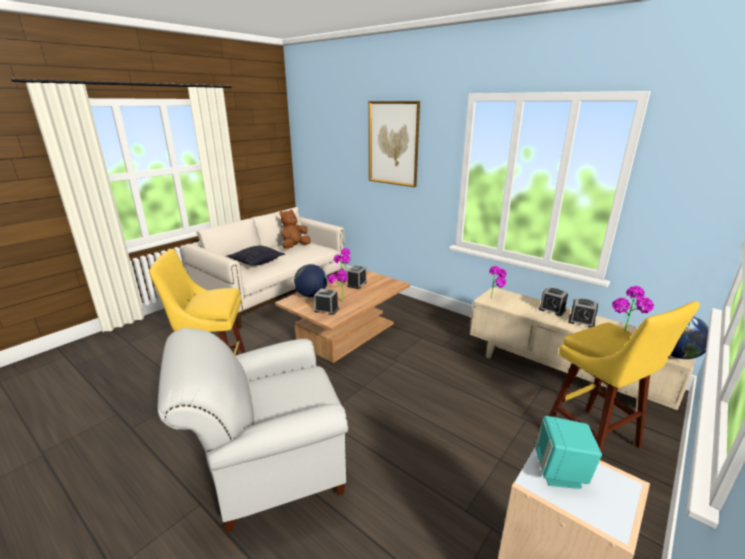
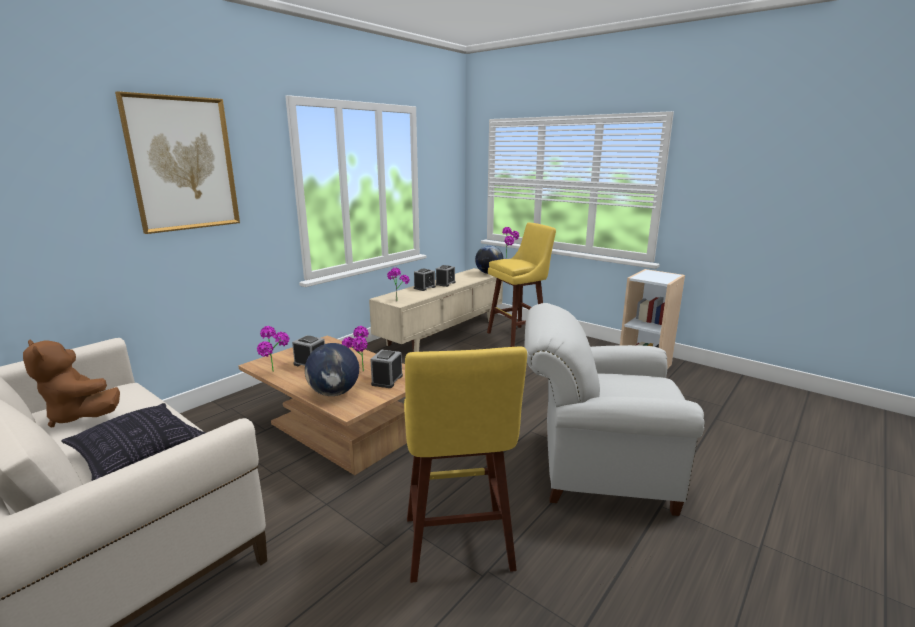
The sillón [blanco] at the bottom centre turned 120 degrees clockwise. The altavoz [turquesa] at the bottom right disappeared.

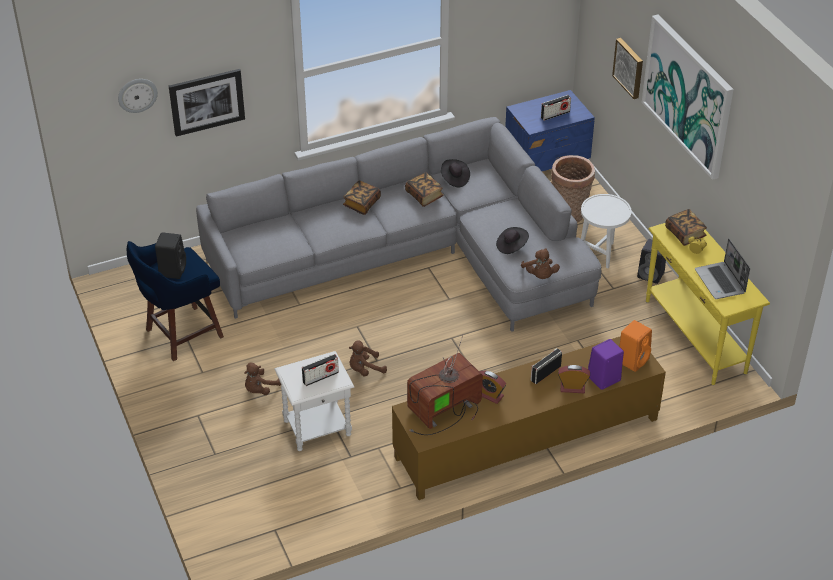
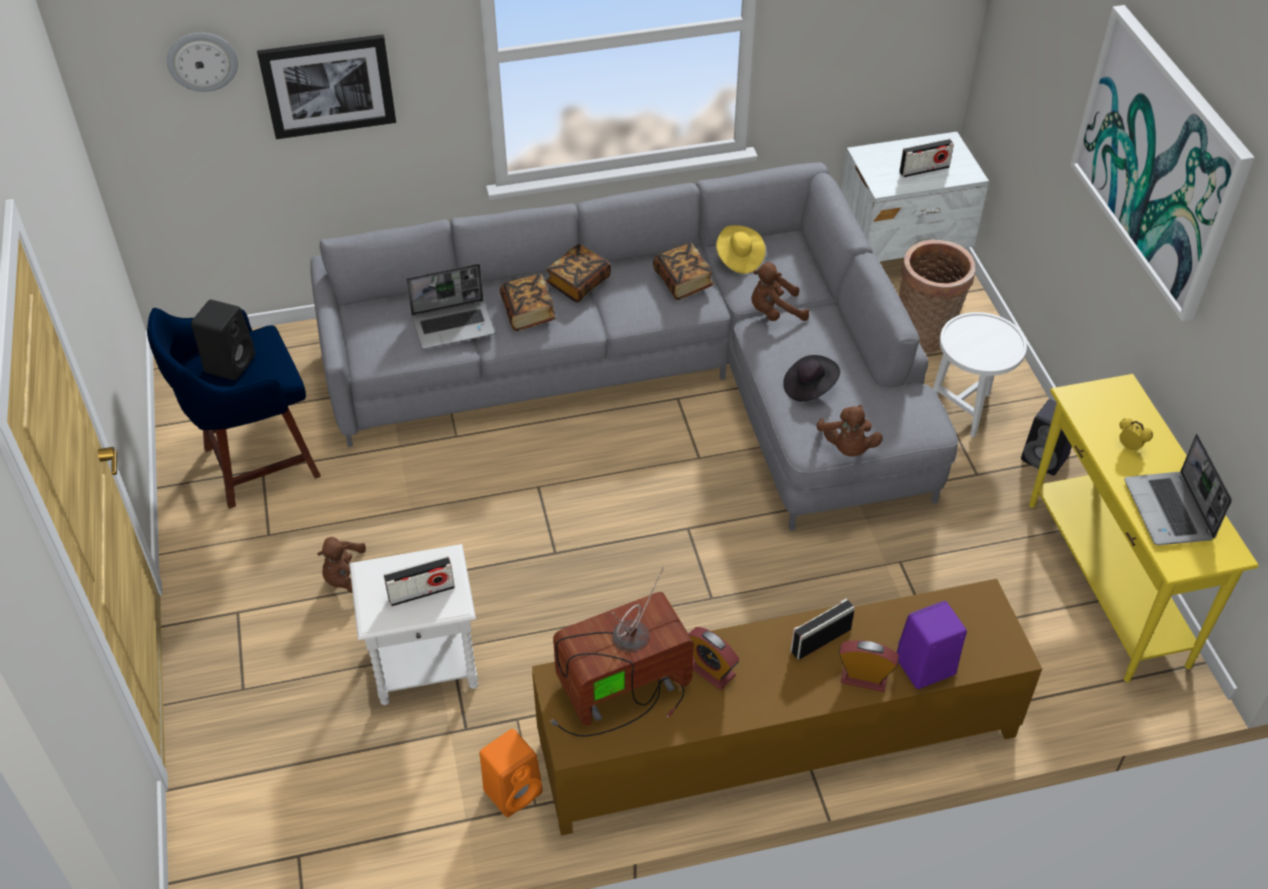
The peluche [marrón] (2nd from left) moved from the centre to the top centre. The sombrero [negro] (1st from left) at the top centre became the sombrero [amarillo] at the top centre. The mesita de noche [azul] at the top centre became the mesita de noche [blanco] at the top right. The cuadro (2nd from left) at the top right disappeared. The altavoz [naranja] moved from the middle right to the bottom centre. The libro (3rd from left in the first image) moved from the middle right to the centre. The portátil (1st from left) at the centre appeared.

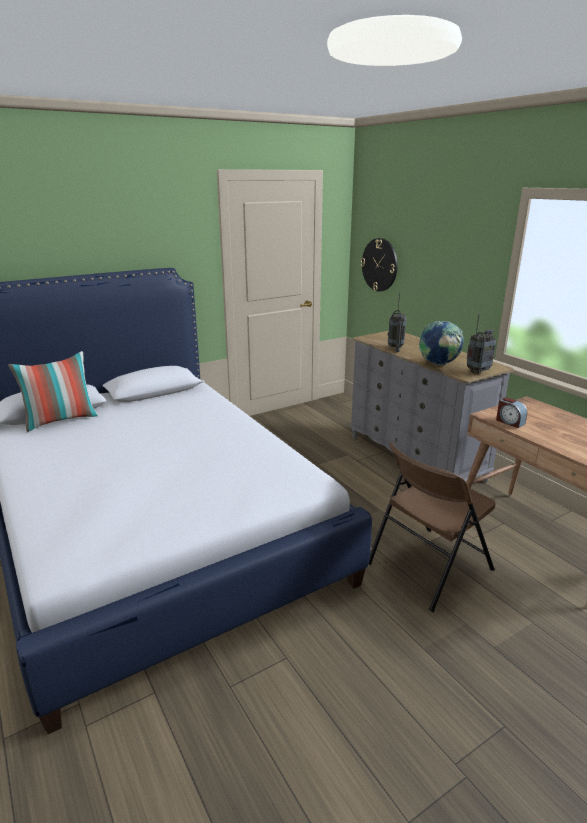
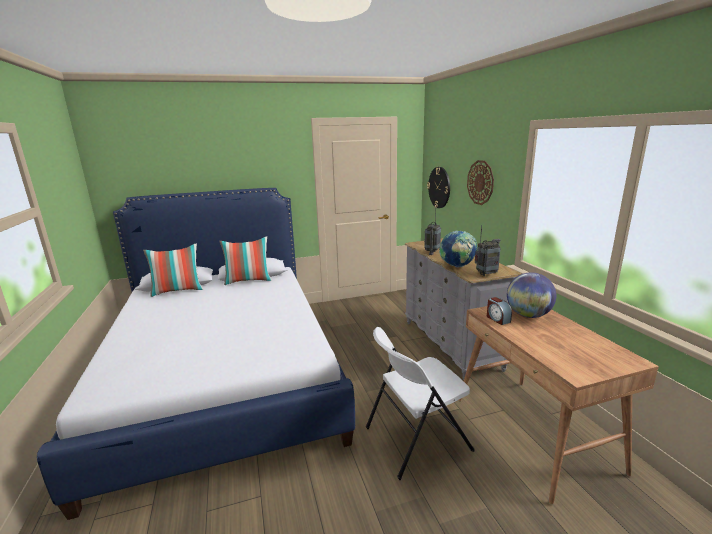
The silla [marrón] at the middle right became the silla [blanco] at the bottom centre. The cojín (2nd from left) at the centre appeared. The reloj de pared (2nd from left) at the middle right appeared. The globo terráqueo (2nd from left) at the middle right appeared.

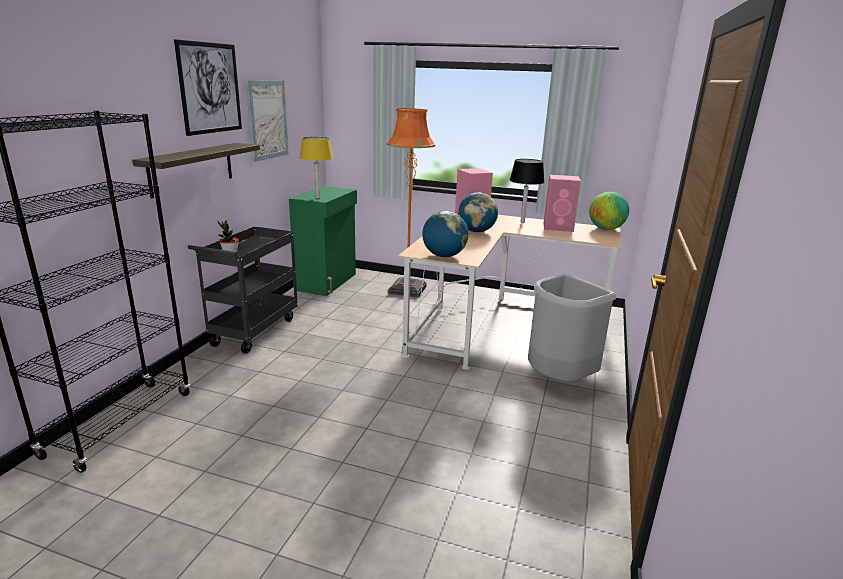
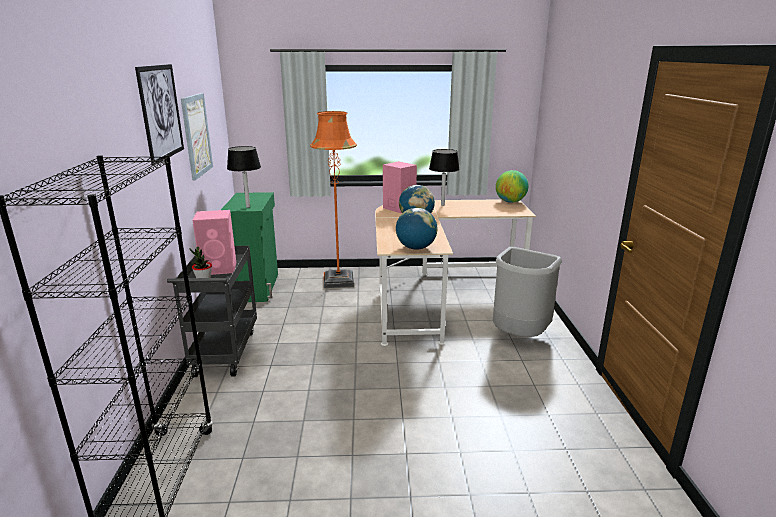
The estante at the top left disappeared. The lámpara de mesa [amarillo] at the top centre became the lámpara de mesa [negro] (1st from left) at the middle left. The altavoz [rosa] (2nd from left in the first image) moved from the middle right to the middle left.

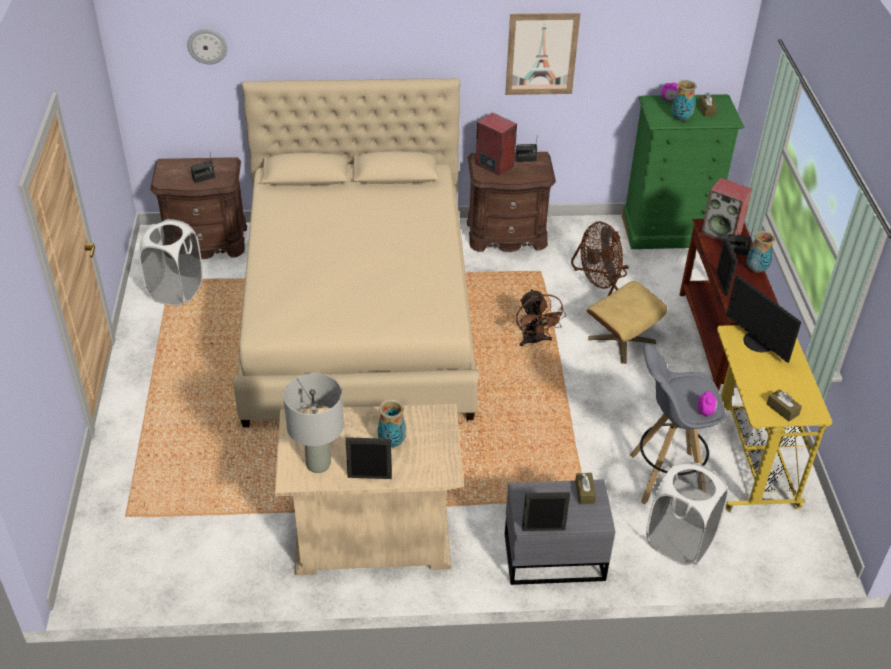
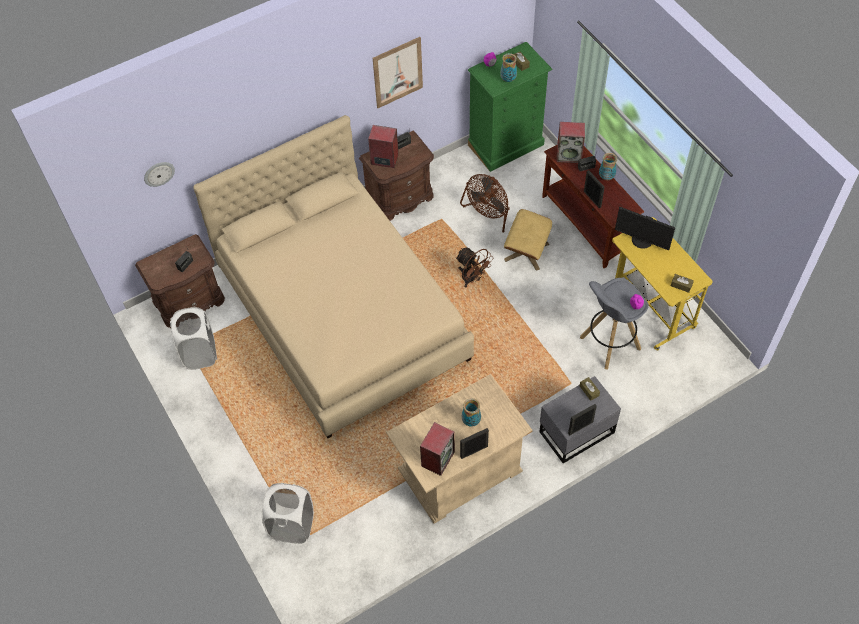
The lámpara de mesa [gris] at the centre was replaced by the altavoz (2nd from left) at the bottom centre. The cesto de la ropa [blanco] (2nd from left) moved from the bottom right to the bottom centre.

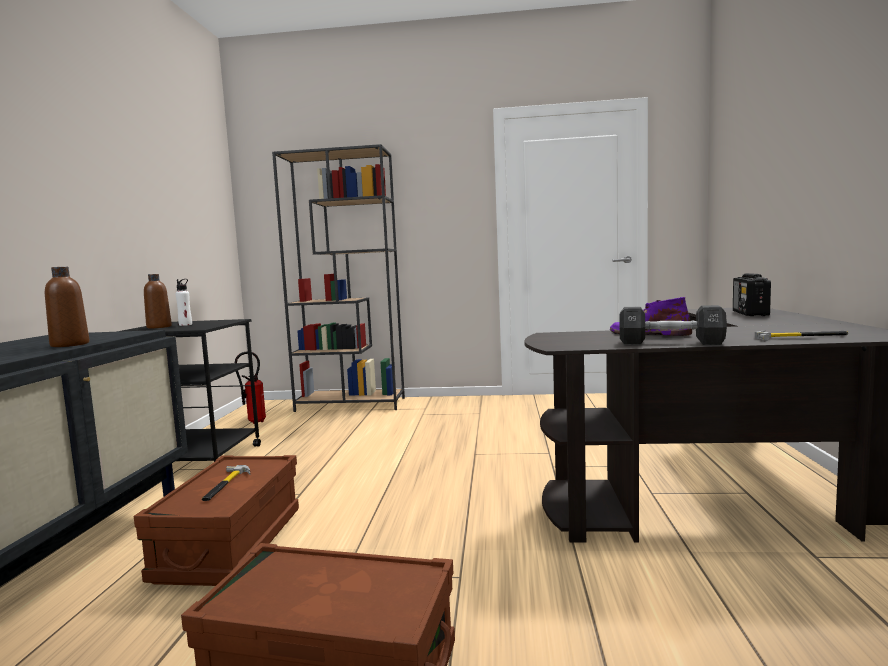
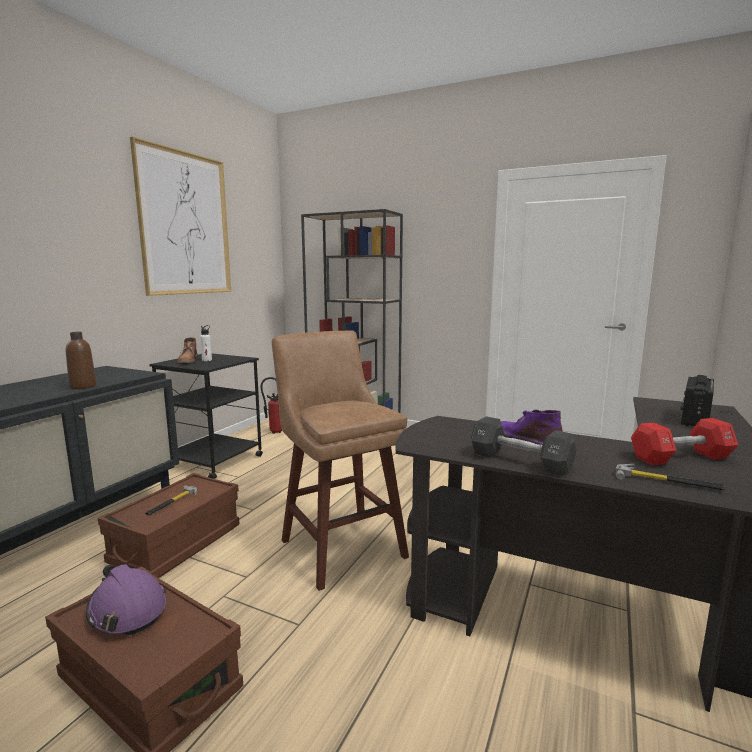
The botella [marrón] (2nd from left) at the middle left was replaced by the bota [marrón] at the middle left. The casco [morado] at the bottom left appeared. The cuadro at the top left appeared. The taburete [marrón] at the centre appeared. The mancuerna [rojo] at the middle right appeared.

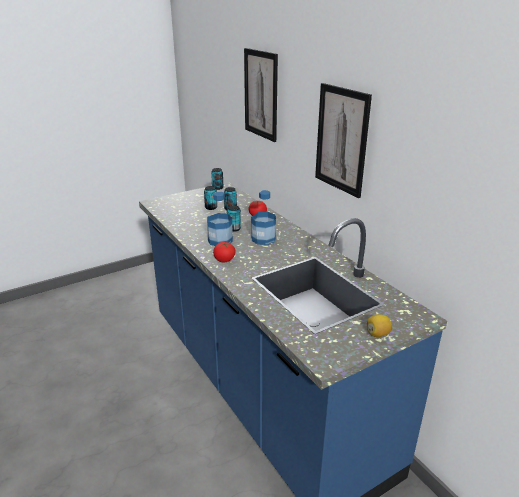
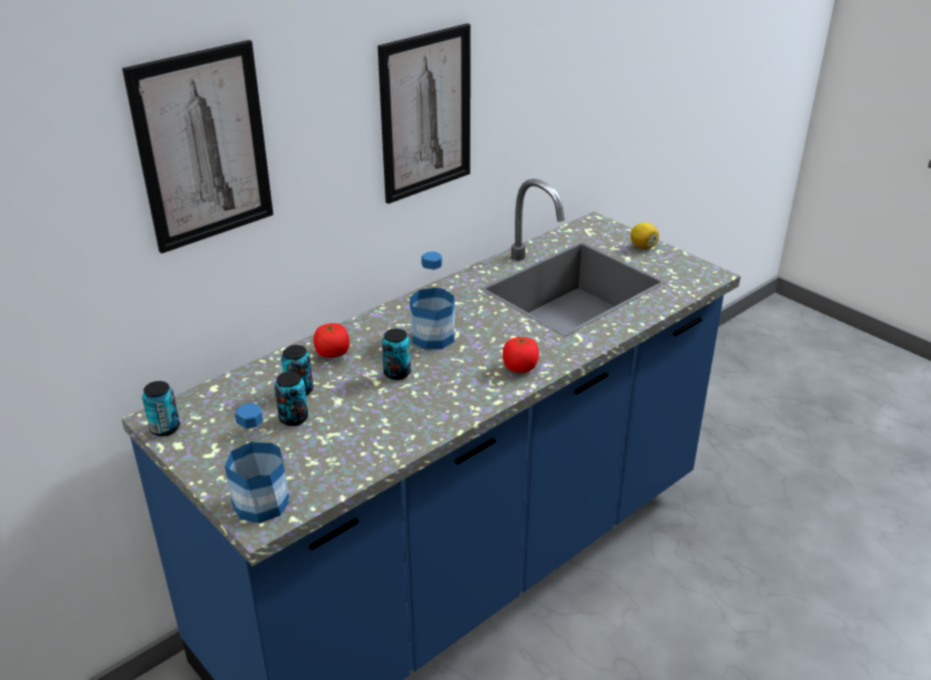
The botella (1st from left) moved from the centre to the bottom left.

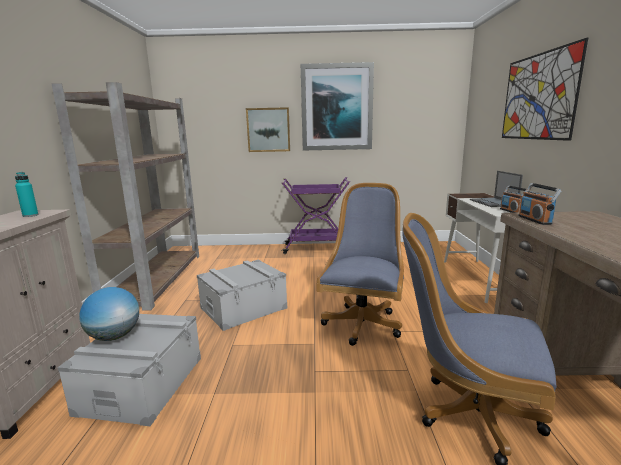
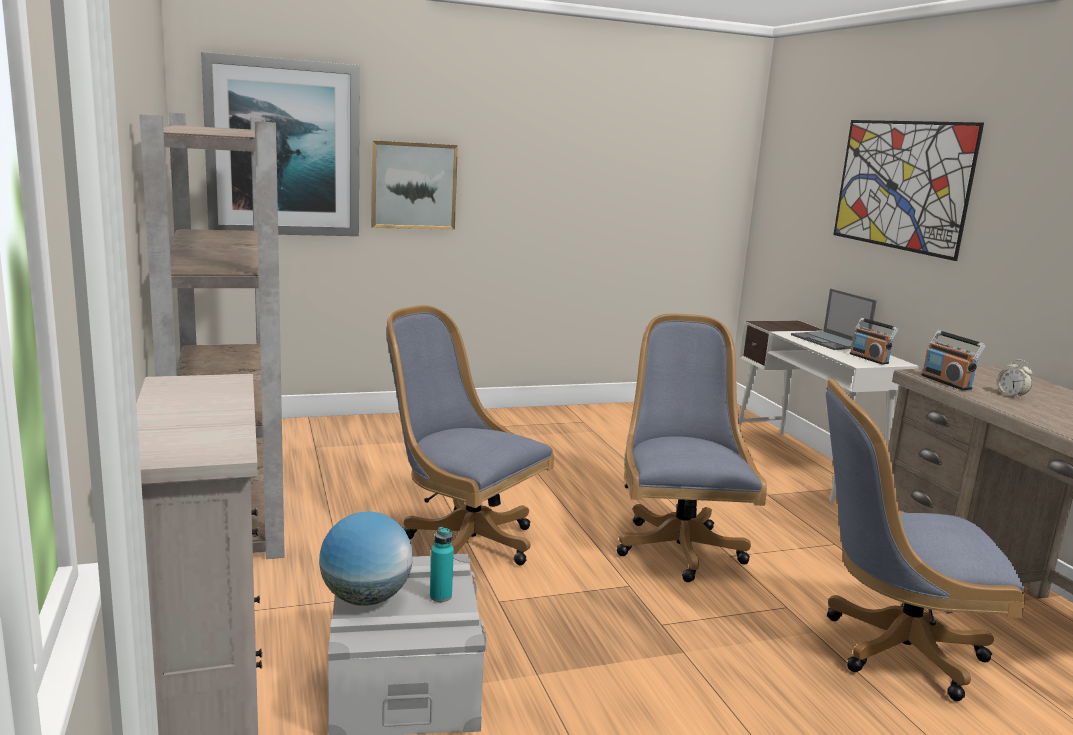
The botella [turquesa] moved from the middle left to the bottom centre. The caja de almacenaje [gris] (2nd from left) at the centre was replaced by the silla de oficina [azul] (1st from left) at the centre. The carrito [morado] at the centre disappeared. The cuadro (2nd from left in the first image) moved from the top centre to the top left. The despertador at the middle right appeared.

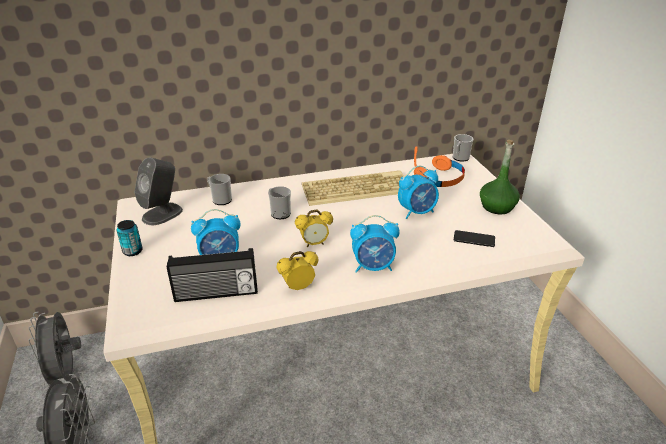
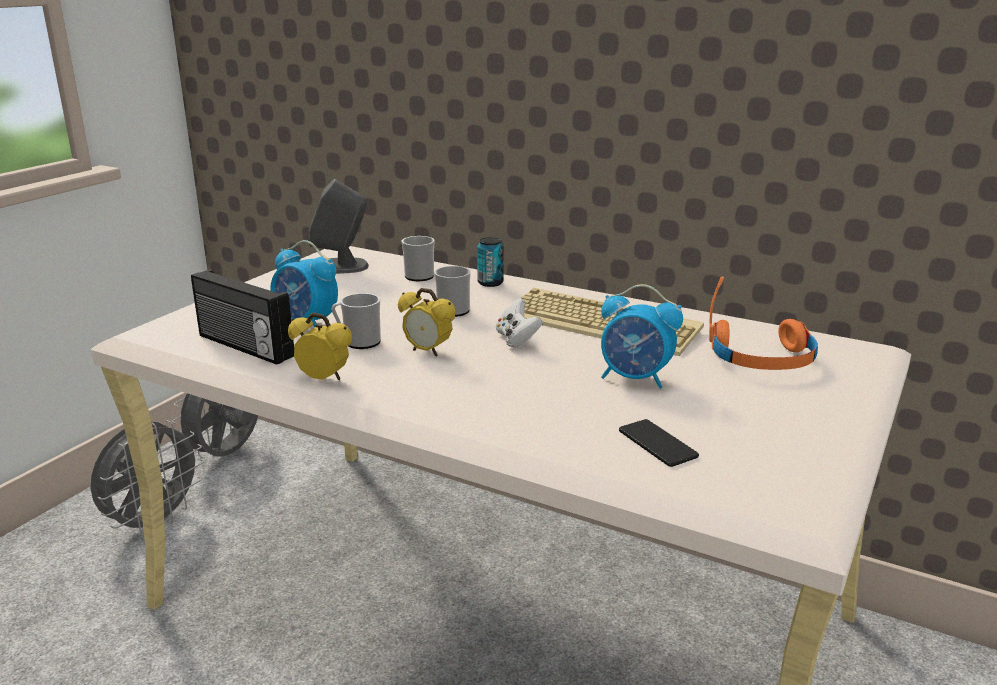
The lata moved from the middle left to the centre. The despertador (4th from left) at the centre disappeared. The taza grande (3rd from left in the first image) moved from the middle right to the centre. The botella [verde] at the middle right disappeared. The mando de consola [blanco] at the centre appeared.

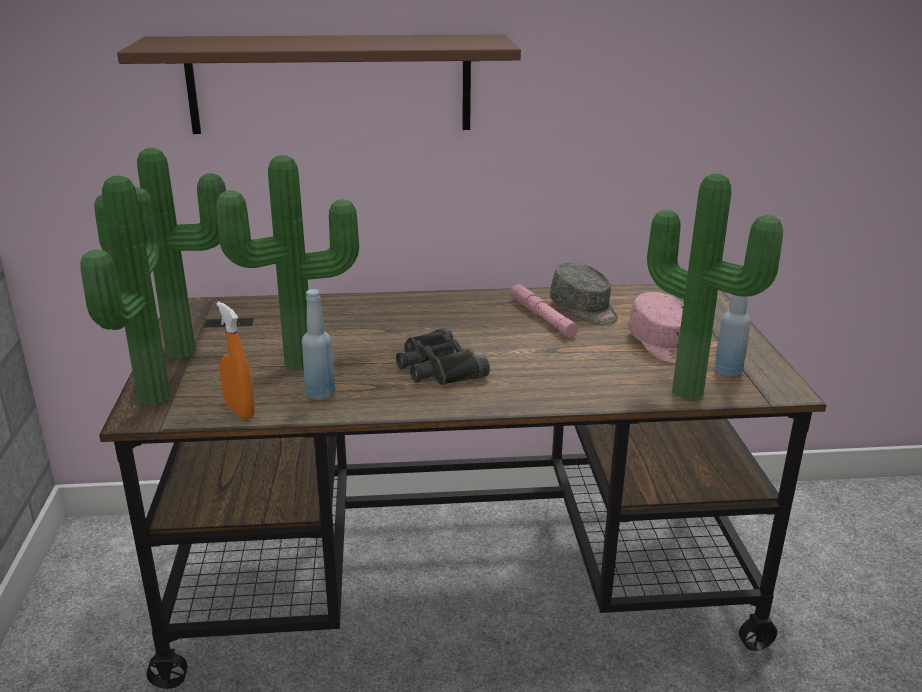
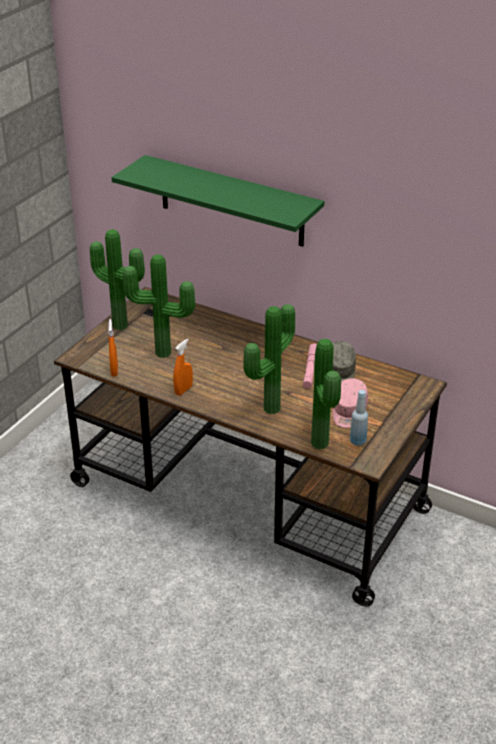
The planta en maceta (1st from left in the first image) moved from the middle left to the centre. The estante [marrón] at the top centre became the estante [verde] at the top centre. The botella [azul] (1st from left) at the centre disappeared. The prismáticos [negro] at the centre disappeared. The pulverizador [naranja] (2nd from left) at the centre appeared.

